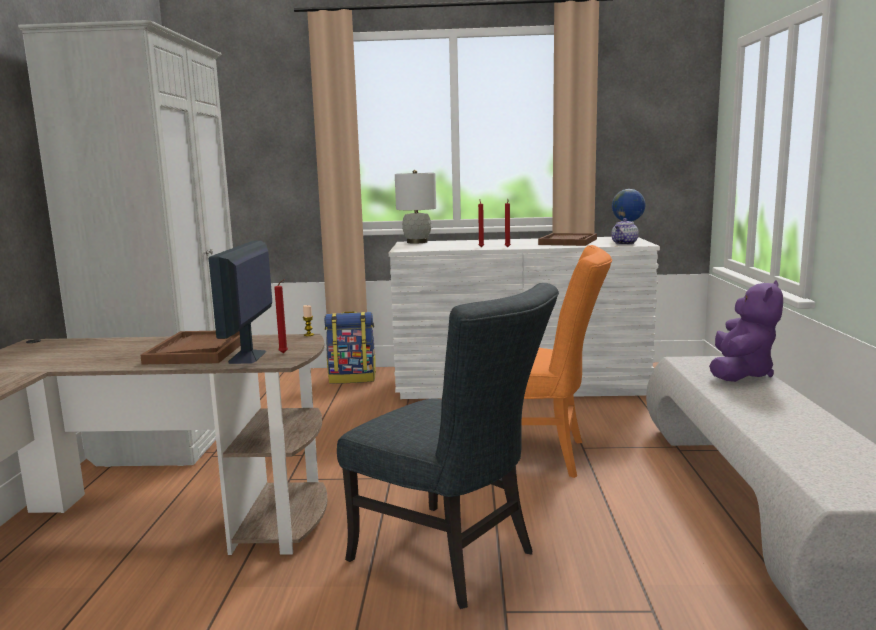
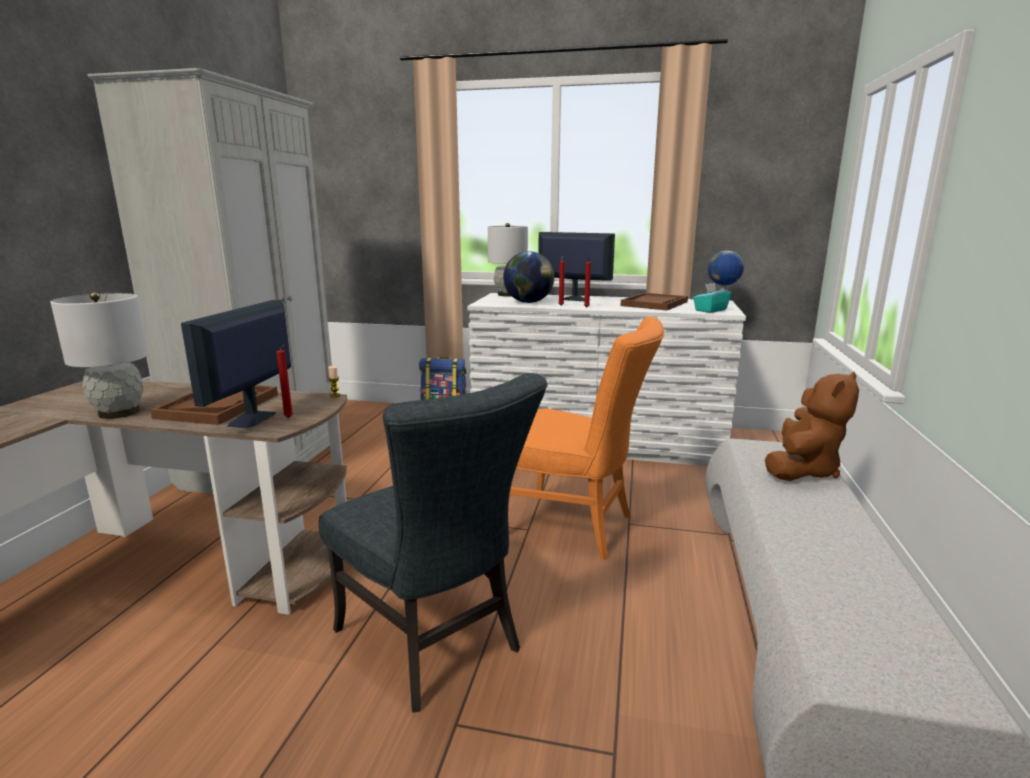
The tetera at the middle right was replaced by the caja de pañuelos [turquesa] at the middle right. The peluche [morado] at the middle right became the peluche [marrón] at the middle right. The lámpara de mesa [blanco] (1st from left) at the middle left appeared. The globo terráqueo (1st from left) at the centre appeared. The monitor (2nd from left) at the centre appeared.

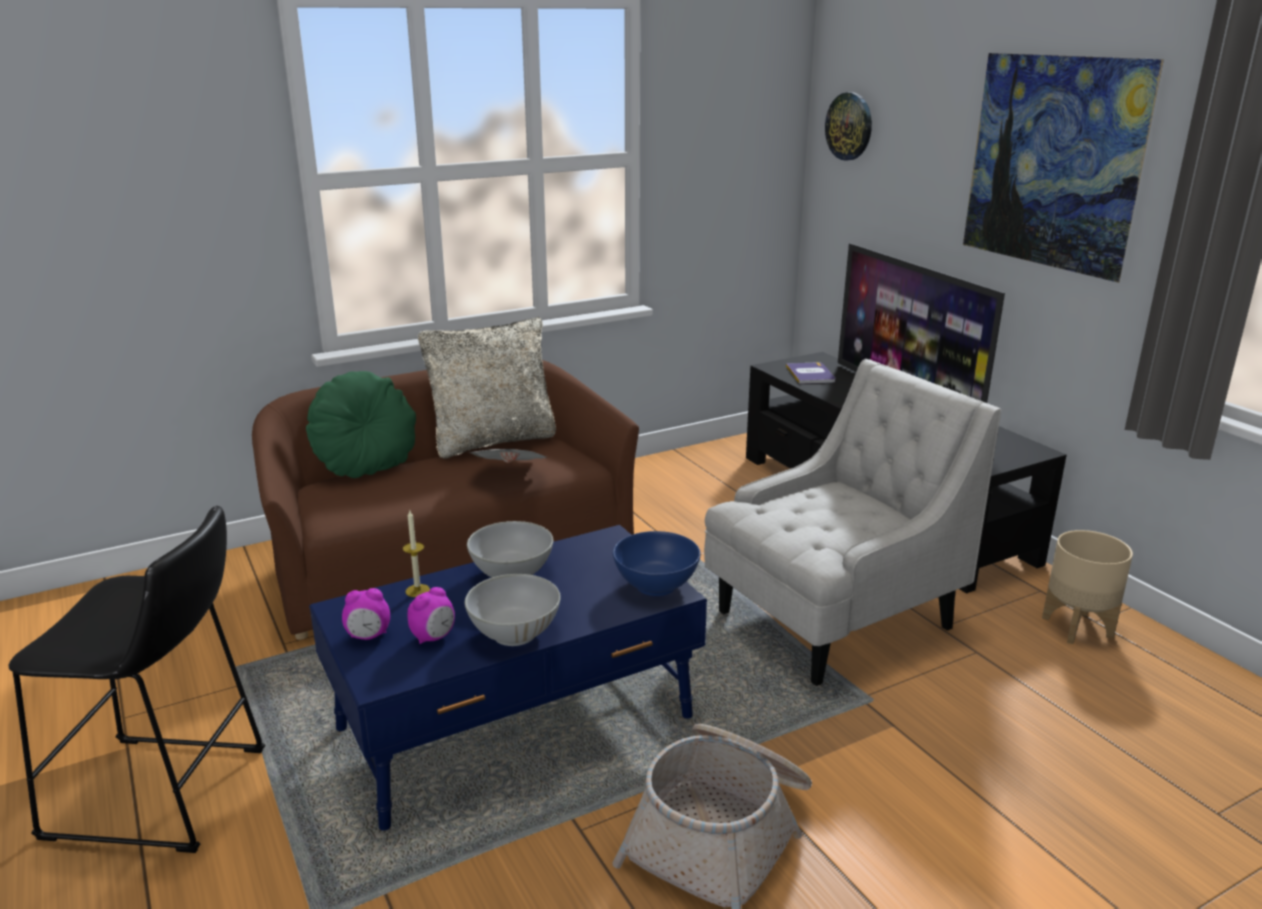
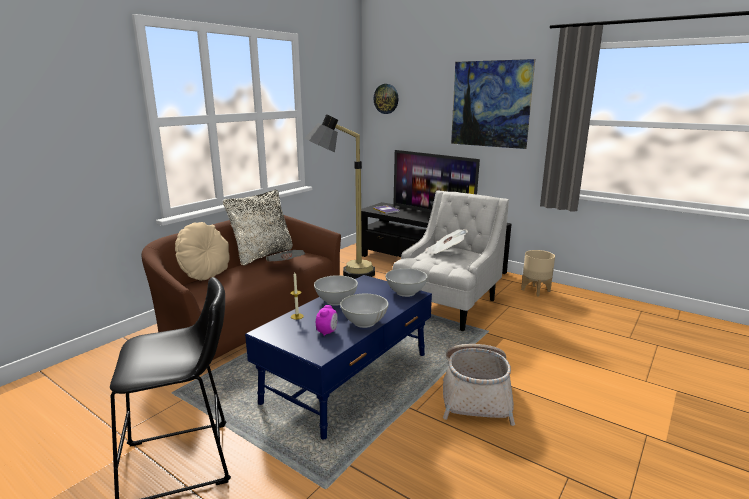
The cojín [verde] at the middle left became the cojín [beis] (1st from left) at the middle left. The despertador (1st from left) at the bottom left disappeared. The cuenco [azul] at the centre became the cuenco [blanco] (3rd from left) at the centre. The lámpara de pie at the centre appeared. The periódico (2nd from left) at the centre appeared.

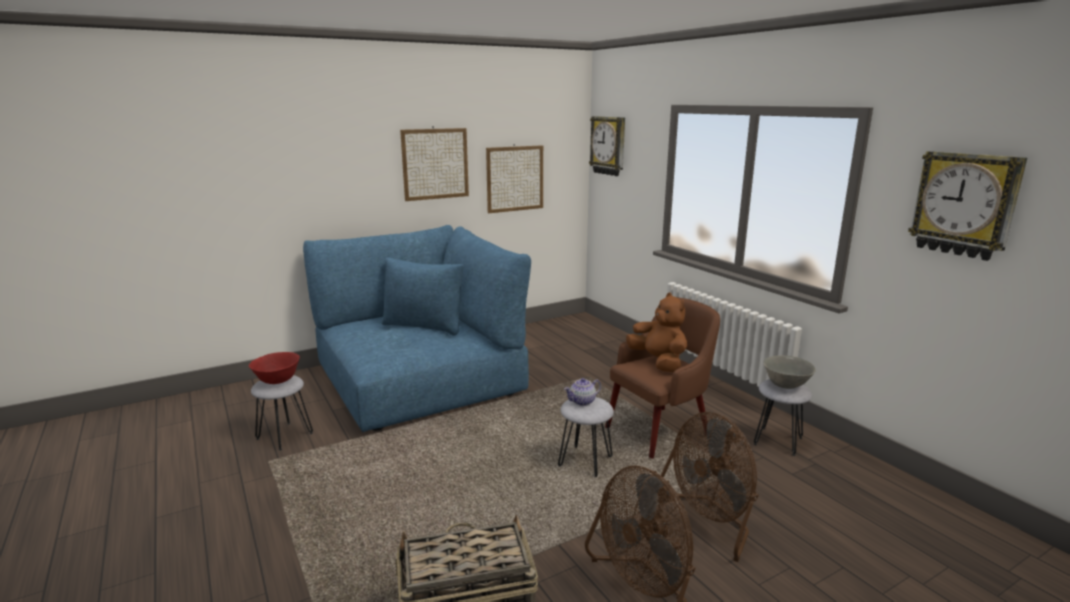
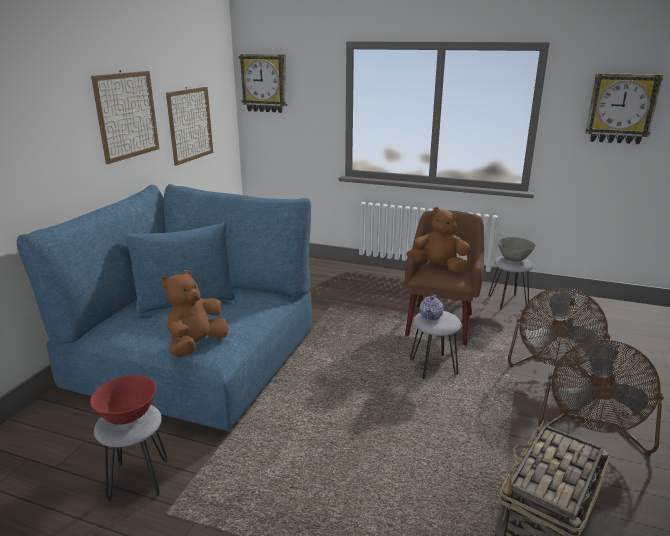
The peluche [marrón] (1st from left) at the middle left appeared.

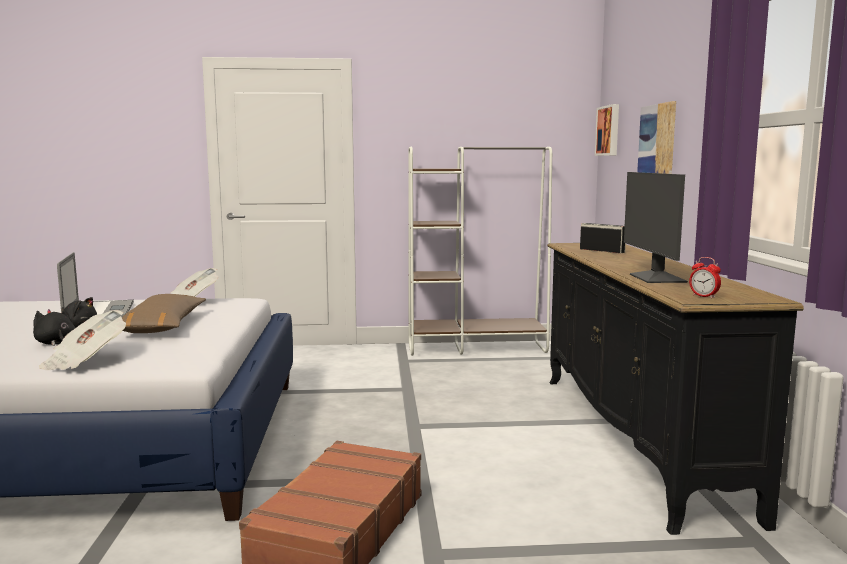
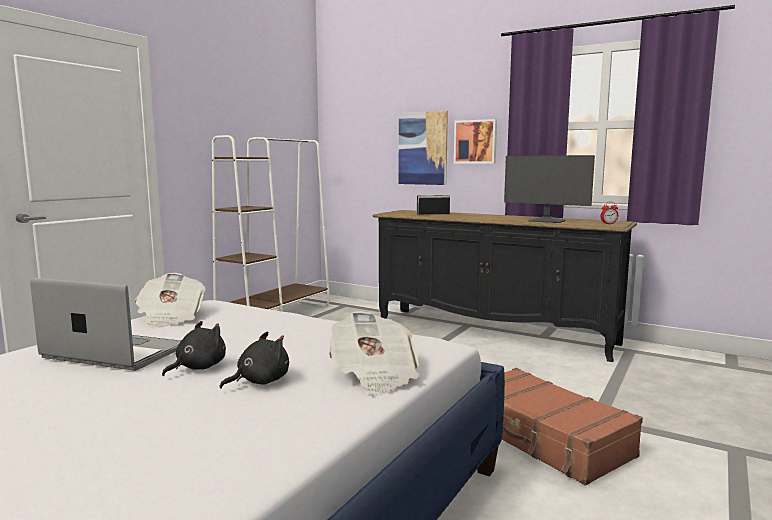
The peluche [negro] (1st from left in the first image) at the middle left turned 150 degrees clockwise. The cojín [marrón] at the middle left disappeared. The cuadro (1st from left in the first image) moved from the top right to the top centre.

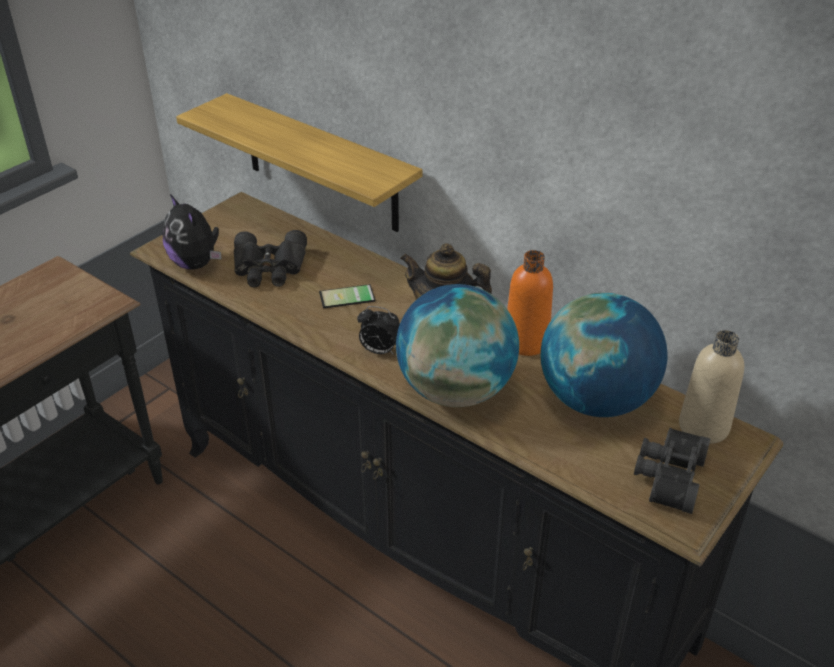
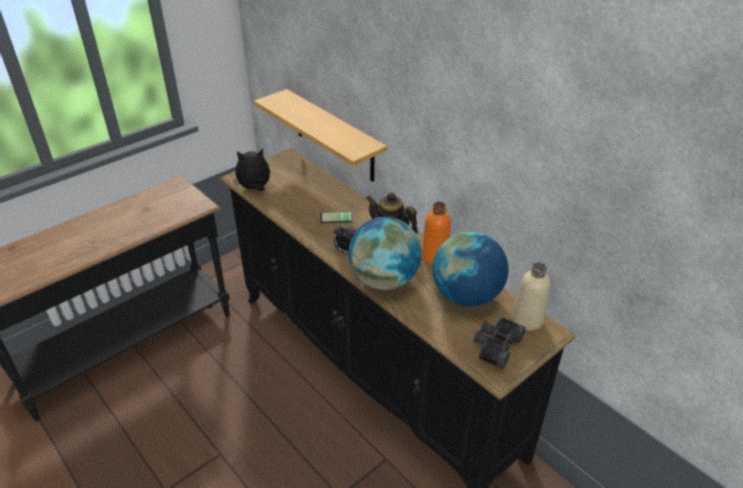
The peluche at the middle left turned 105 degrees clockwise. The prismáticos [negro] (1st from left) at the middle left disappeared.

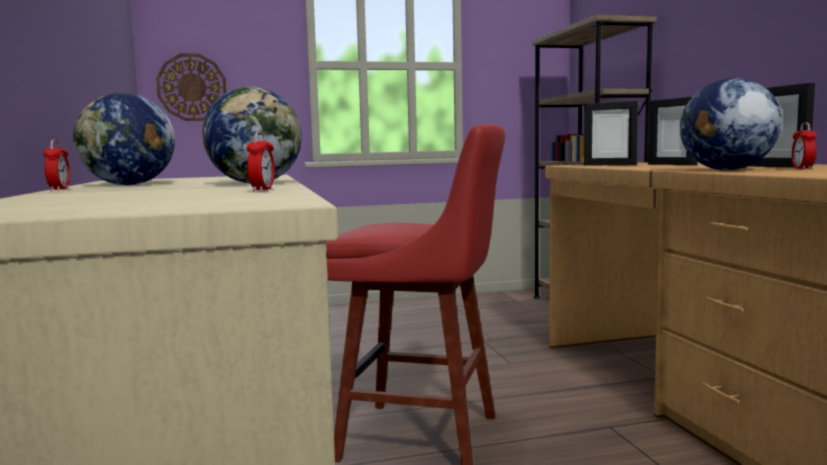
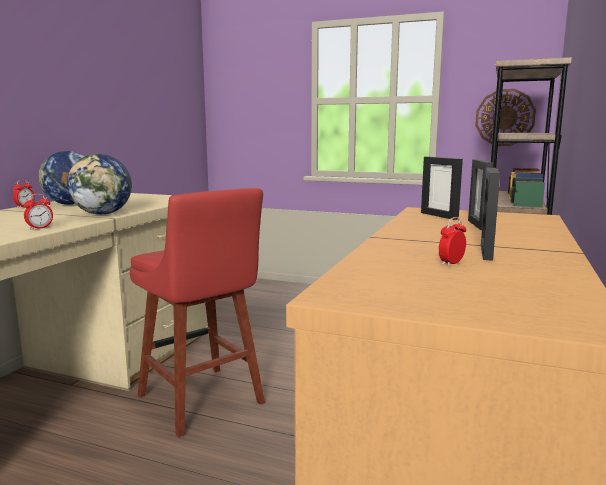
The reloj de pared moved from the top left to the top right. The globo terráqueo (3rd from left) at the top right disappeared.

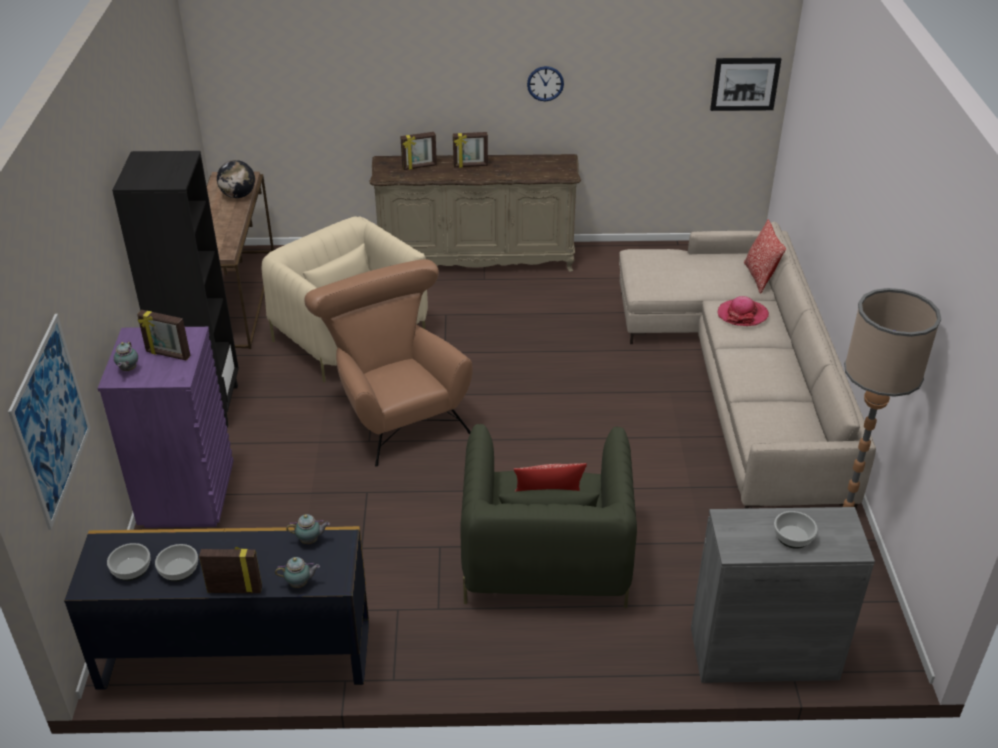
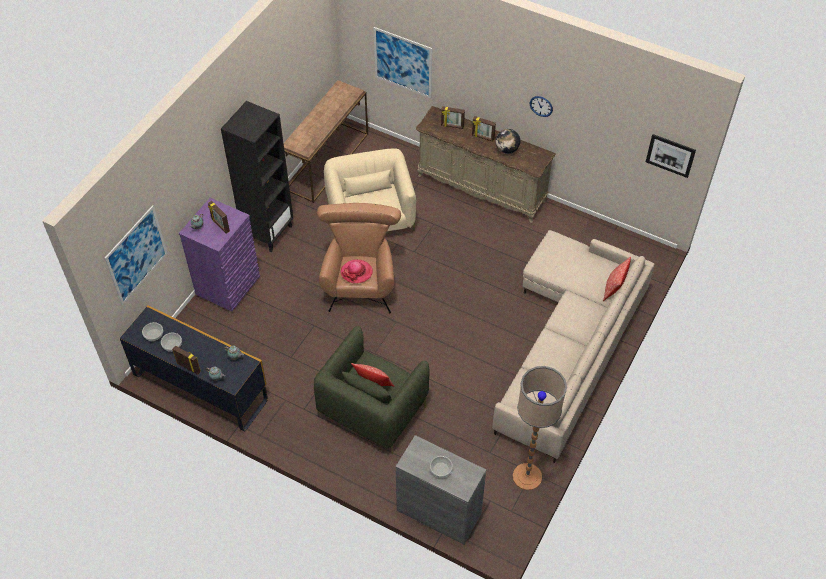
The globo terráqueo moved from the top left to the top centre. The sombrero moved from the middle right to the centre. The cuadro (2nd from left) at the top centre appeared.

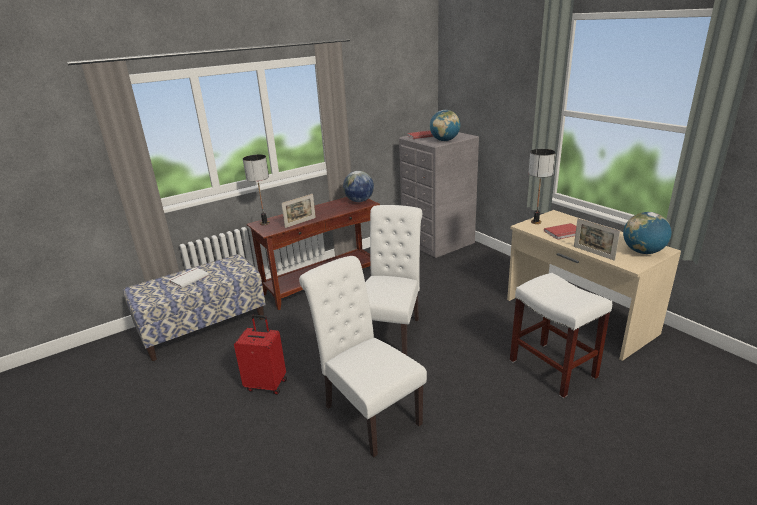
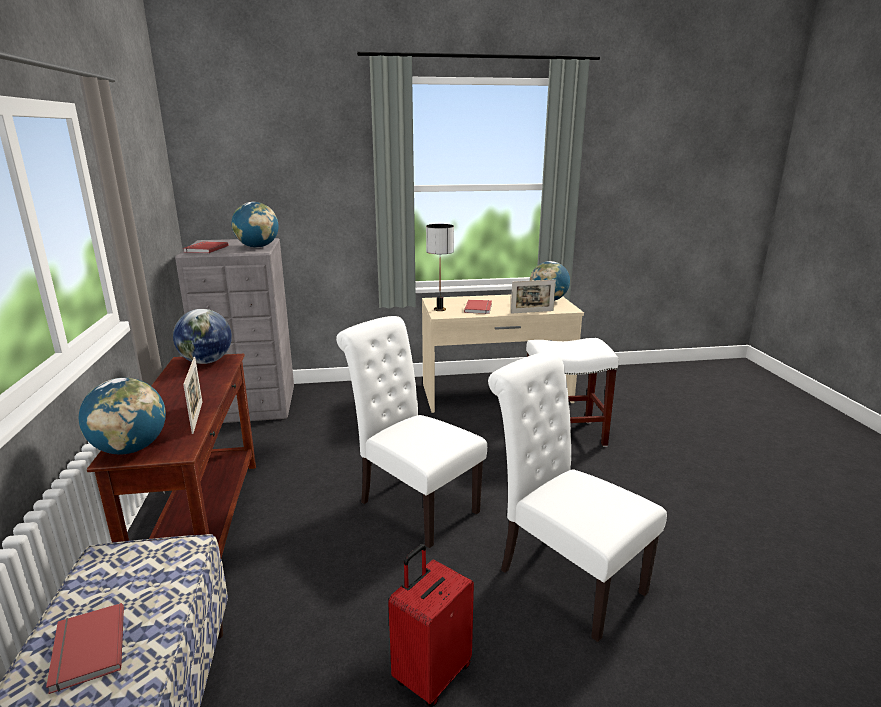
The libro [blanco] at the middle left became the libro [rojo] (1st from left) at the bottom left. The lámpara de mesa (1st from left) at the centre was replaced by the globo terráqueo (1st from left) at the middle left. The silla [blanco] (1st from left in the first image) at the bottom centre turned 60 degrees clockwise.

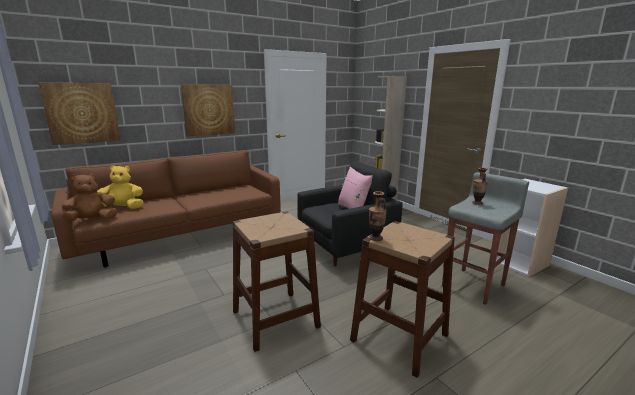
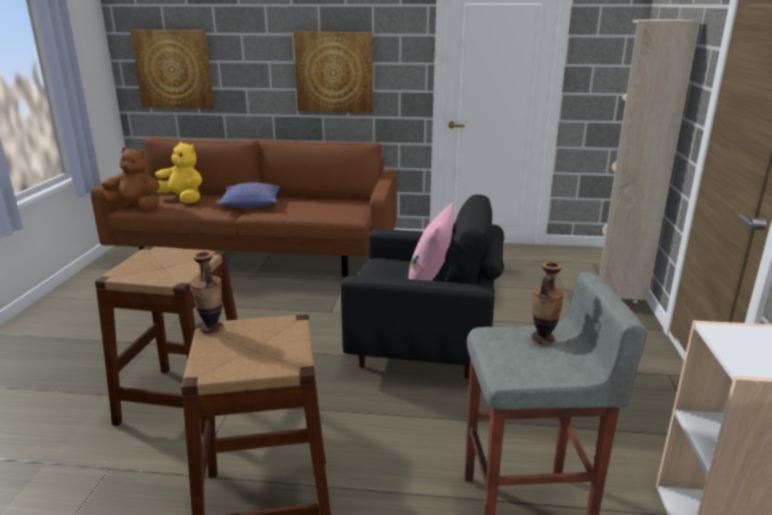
The cojín [azul] at the middle left appeared.

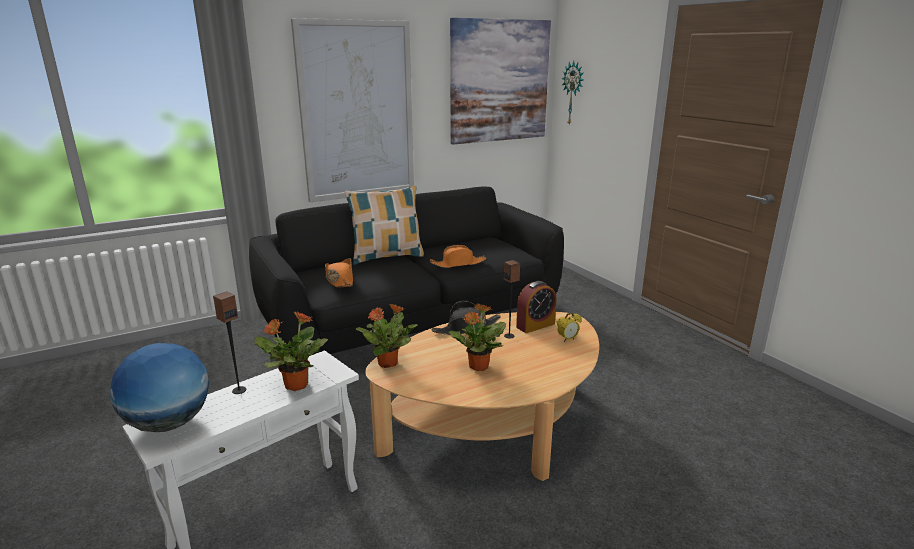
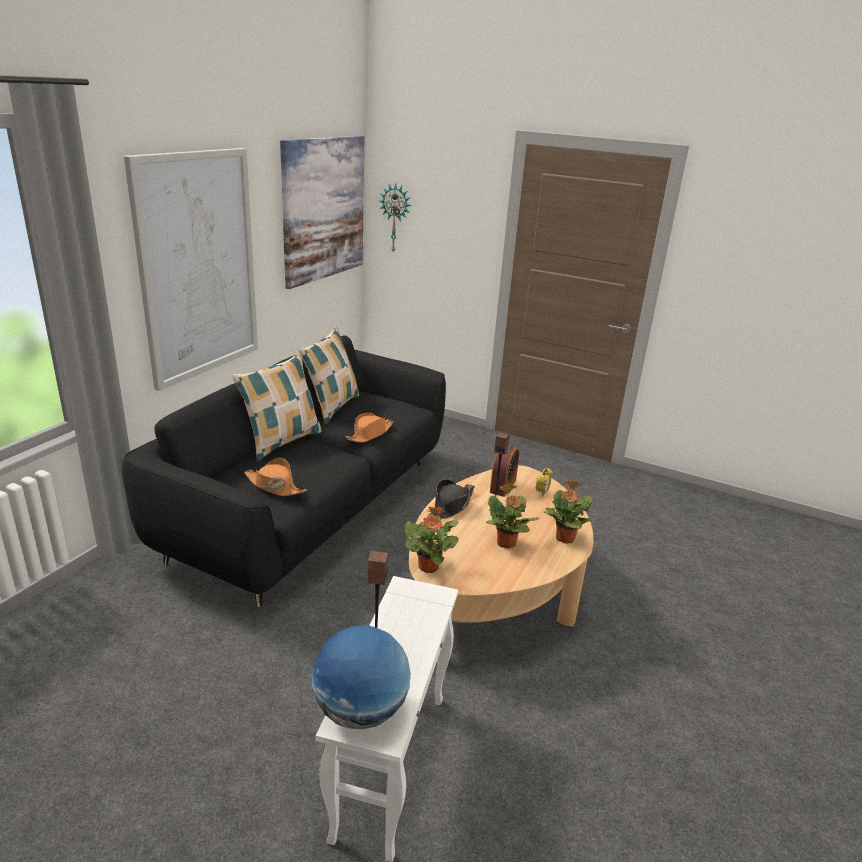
The planta en maceta (1st from left in the first image) moved from the middle left to the centre. The cojín (2nd from left) at the centre appeared.

